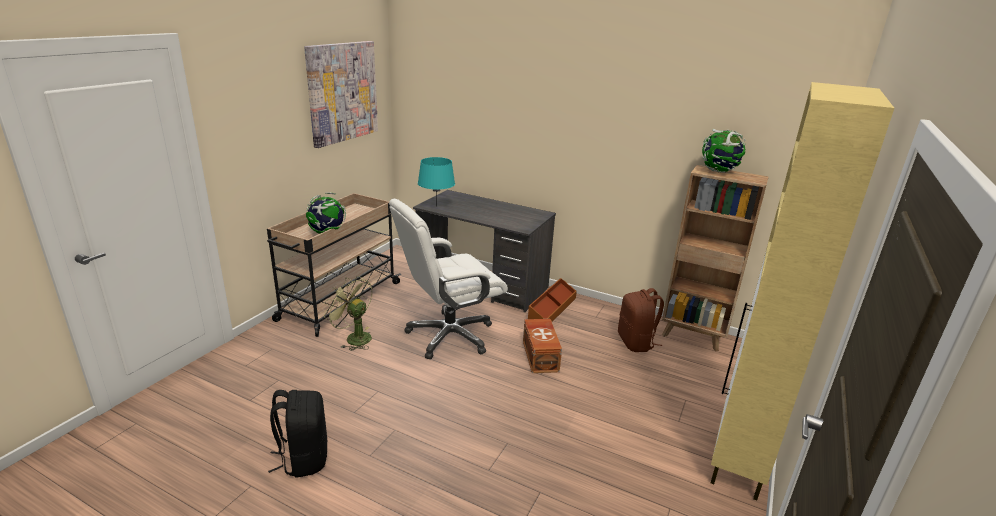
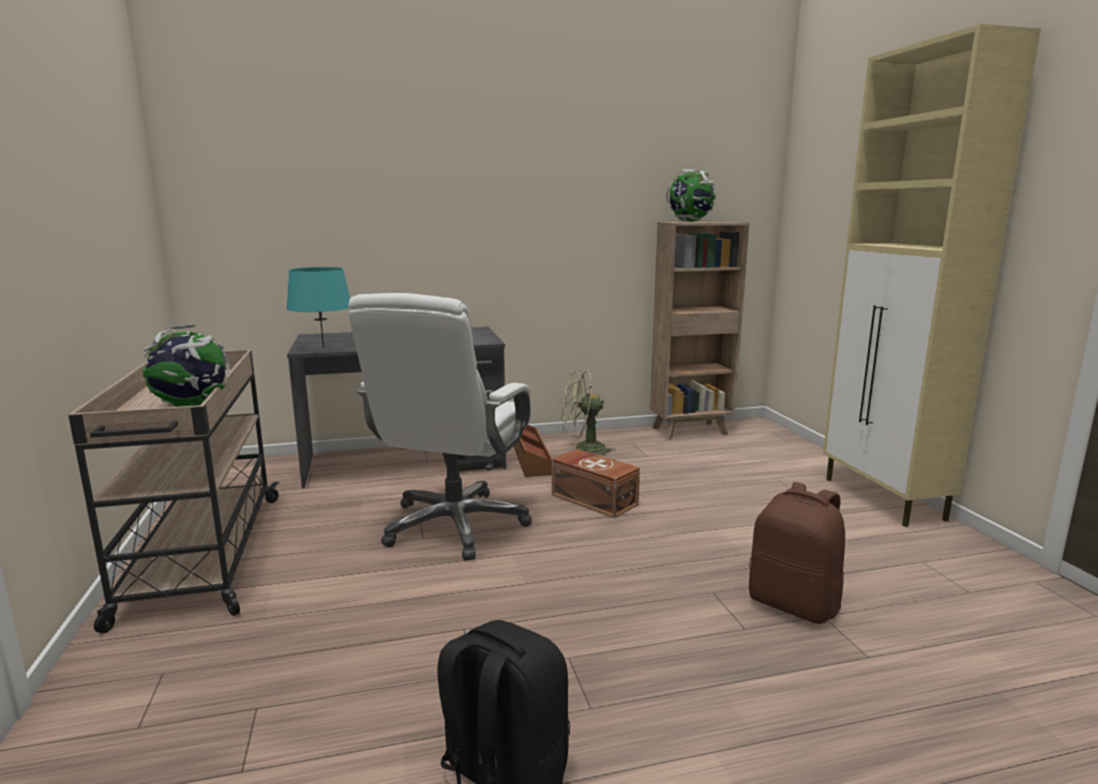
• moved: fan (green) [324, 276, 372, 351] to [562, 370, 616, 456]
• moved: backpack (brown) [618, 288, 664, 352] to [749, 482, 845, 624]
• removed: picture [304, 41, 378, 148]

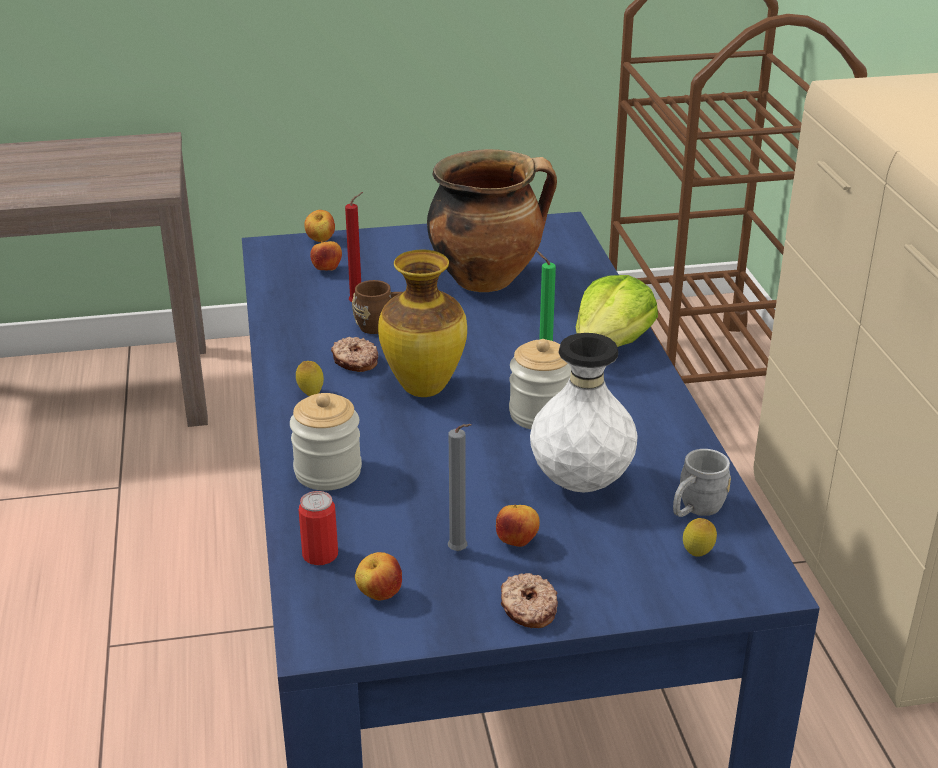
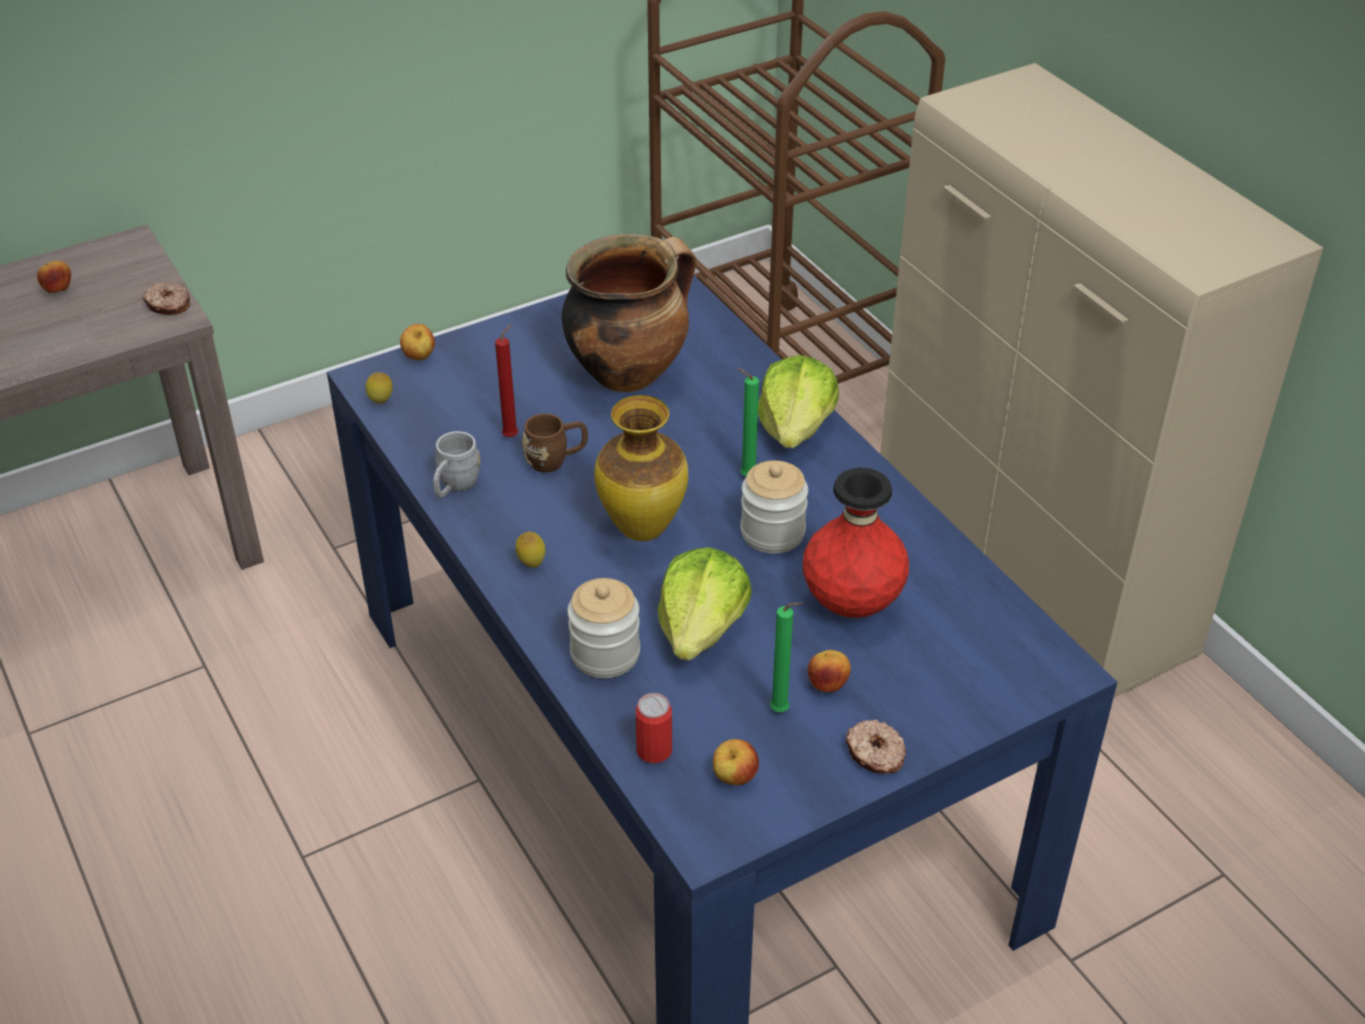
• moved: apple [310, 241, 342, 271] to [37, 261, 71, 293]
• moved: donut [331, 337, 378, 372] to [143, 282, 190, 315]
• moved: lemon [683, 518, 717, 557] to [365, 372, 393, 404]
• moved: mug (grey) [673, 449, 731, 517] to [433, 431, 480, 497]
• added: lettuce [658, 547, 752, 660]
• recoloured: candle (grey) [448, 424, 471, 551] to candle (green) [770, 602, 803, 712]
• recoloured: vase (white) [530, 333, 638, 492] to vase (red) [803, 468, 909, 618]

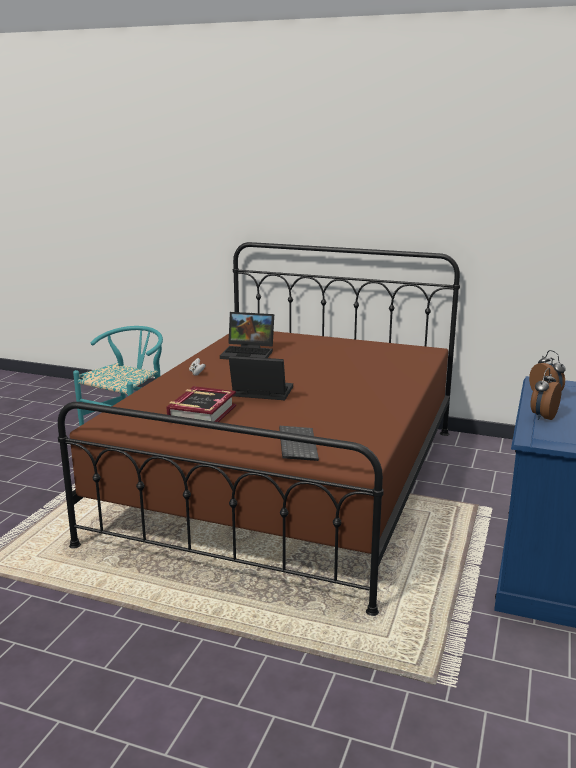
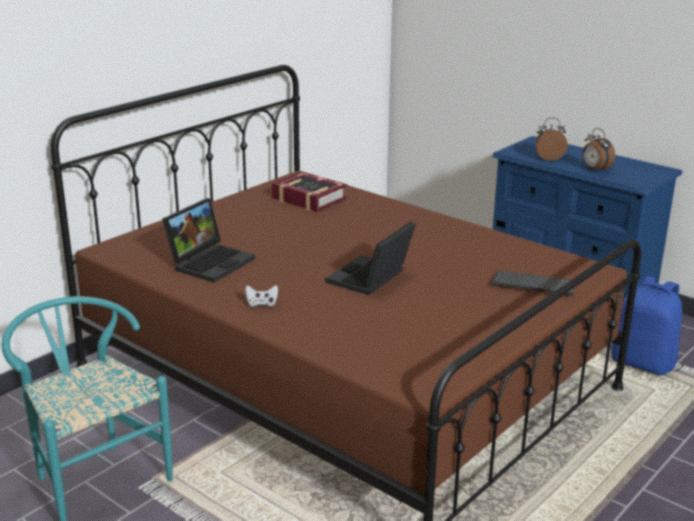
• moved: book [167, 386, 236, 422] to [272, 172, 347, 212]
• added: backpack (blue) [611, 276, 682, 375]

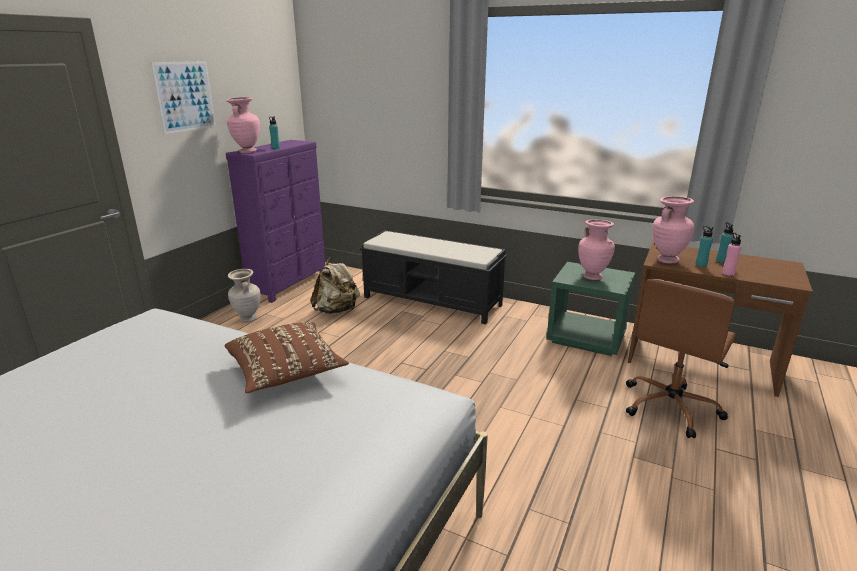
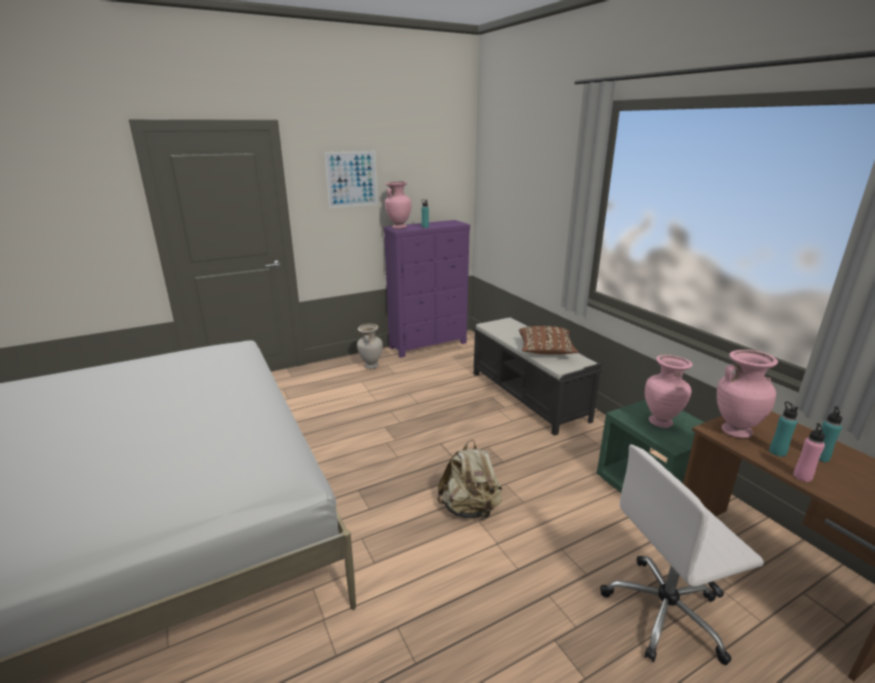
• moved: backpack (beige) [311, 257, 360, 314] to [437, 440, 502, 519]
• moved: pillow (brown) [224, 322, 349, 393] to [519, 326, 579, 355]
• recoloured: office chair (brown) [626, 279, 736, 438] to office chair (white) [600, 444, 764, 665]

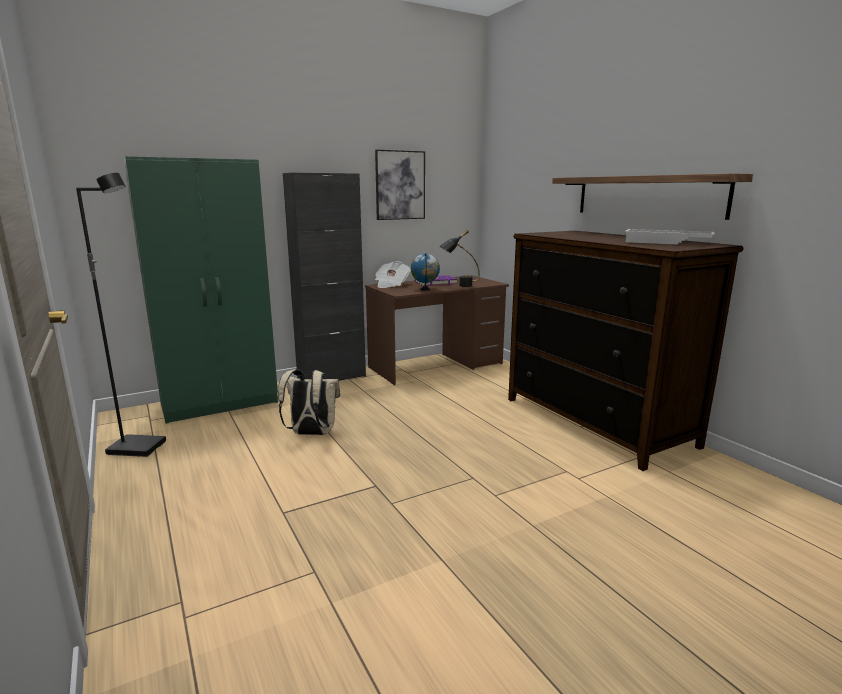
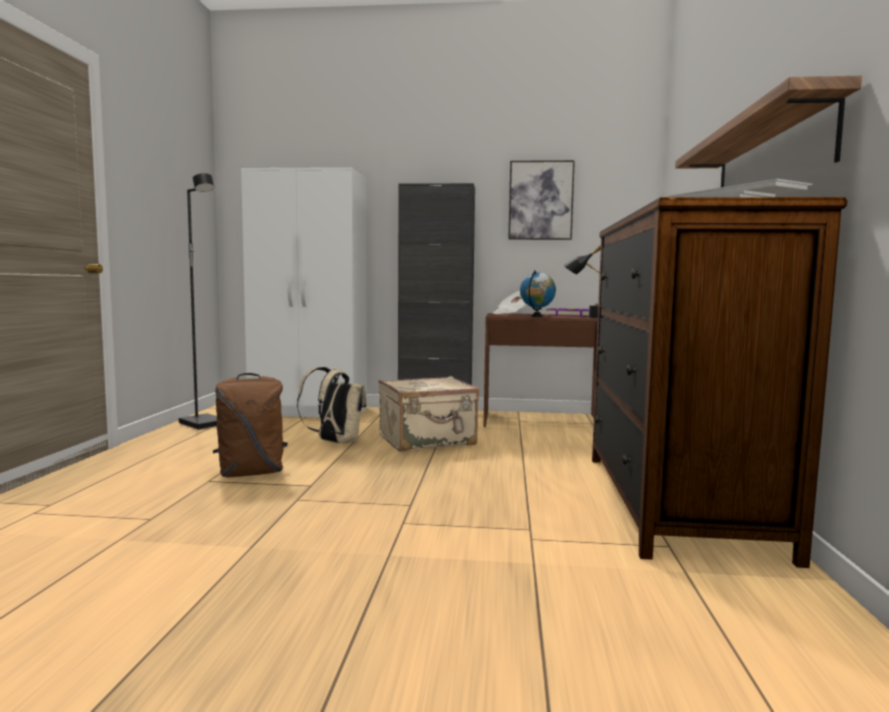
• added: backpack (brown) [213, 373, 288, 477]
• recoloured: wardrobe (green) [124, 156, 278, 424] to wardrobe (white) [241, 167, 367, 418]
• added: suitcase (beige) [378, 376, 479, 452]

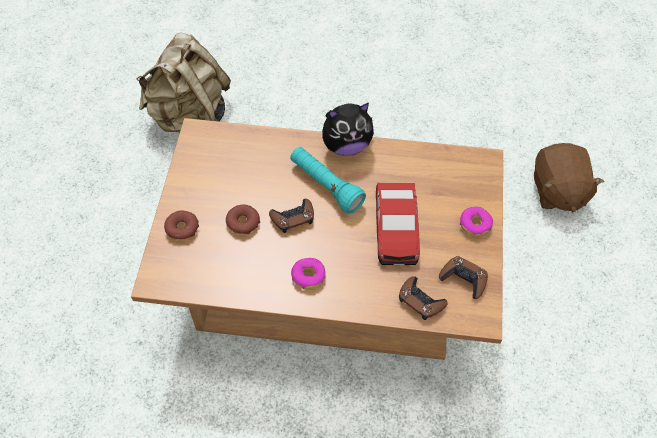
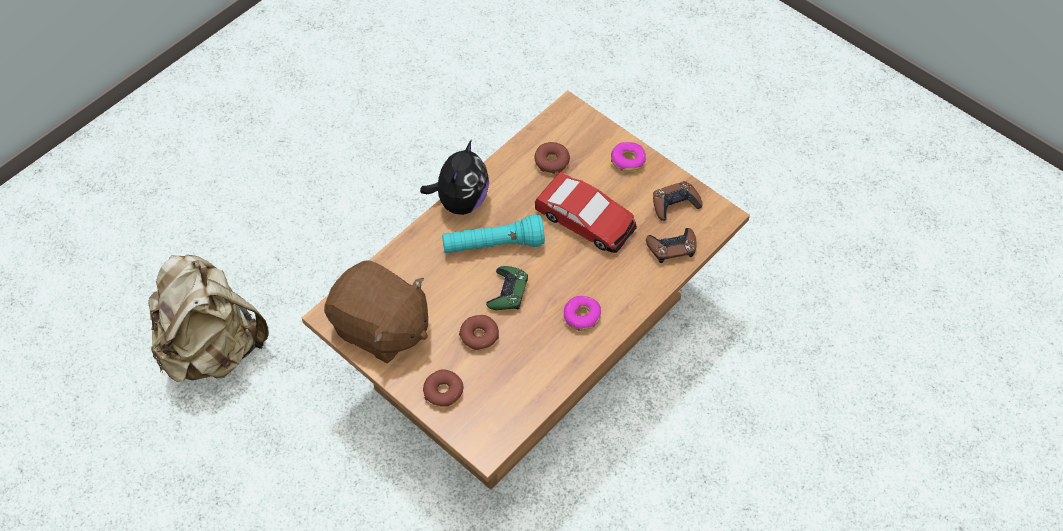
• moved: plush toy (brown) [534, 143, 604, 212] to [324, 261, 428, 363]
• recoloured: game controller (brown) [269, 199, 314, 233] to game controller (green) [486, 266, 528, 310]
• added: donut [535, 142, 570, 174]

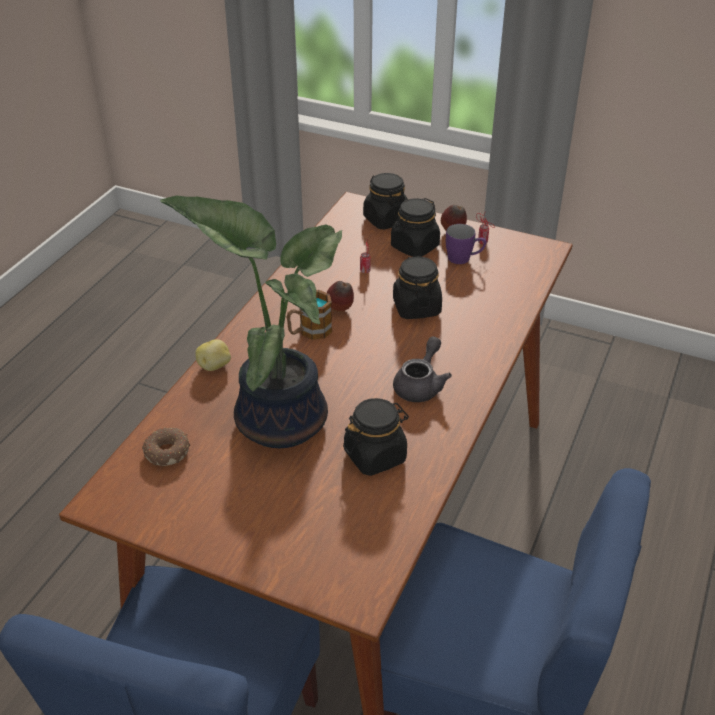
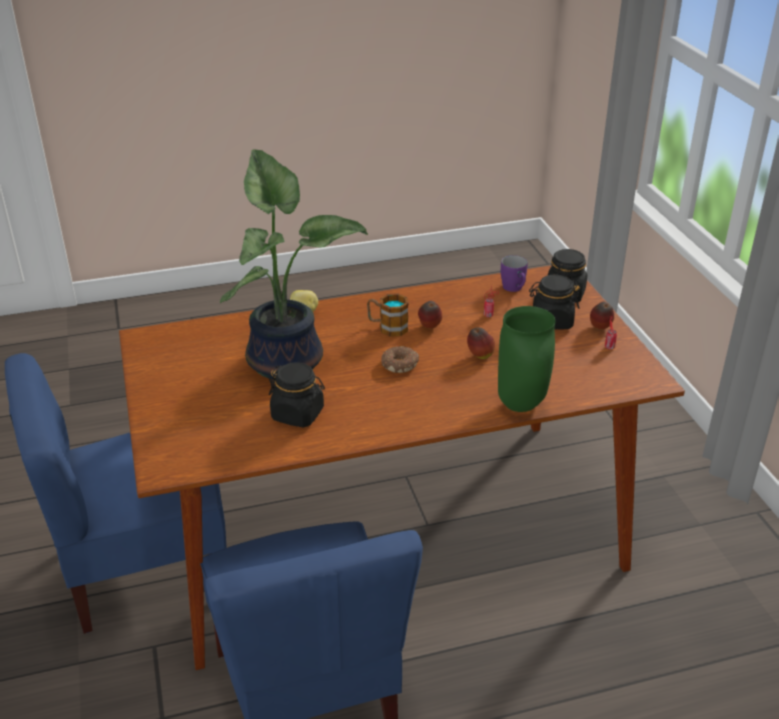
• moved: donut [142, 427, 190, 466] to [381, 346, 419, 373]
• replaced: jar (black) [393, 256, 442, 319] to apple [467, 327, 495, 359]
• added: vase (green) [498, 306, 555, 412]
• moved: mug (purple) [446, 224, 486, 264] to [501, 255, 528, 292]
• removed: teapot (grey) [393, 336, 452, 402]

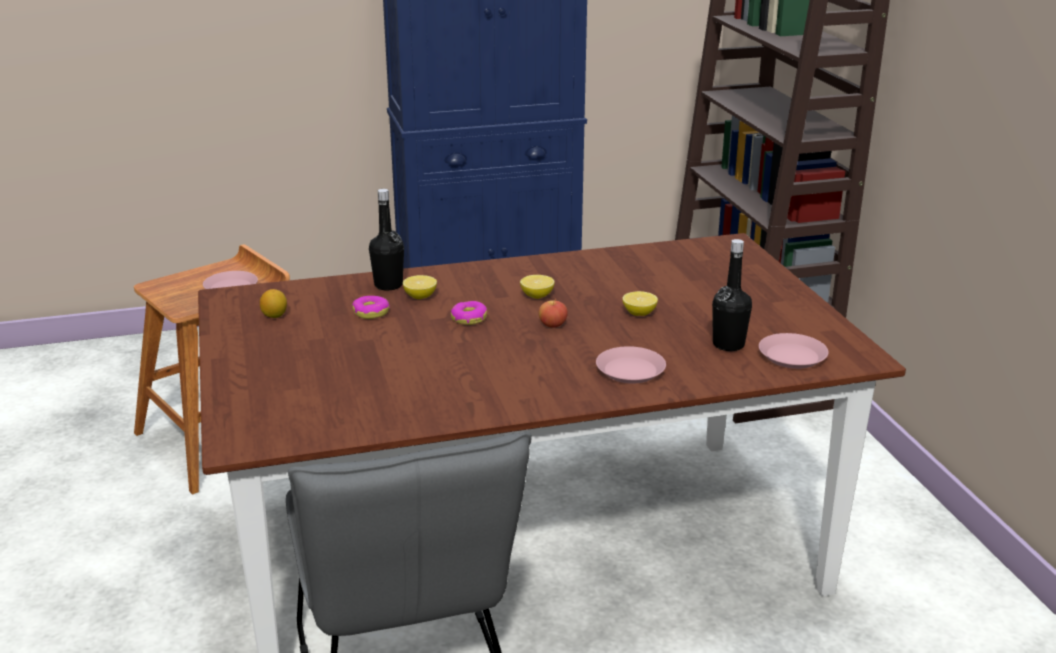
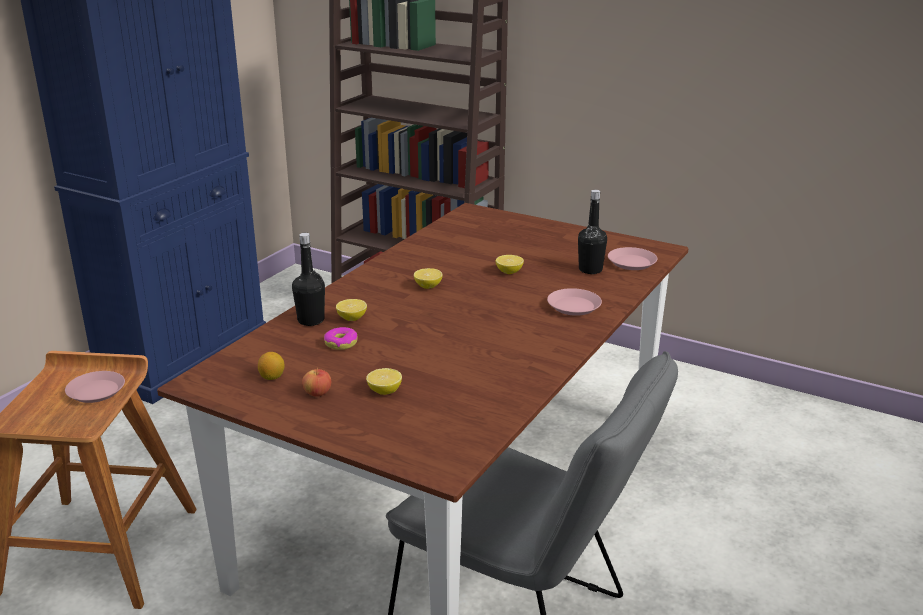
• moved: apple [539, 299, 568, 328] to [302, 368, 331, 397]
• added: lemon [366, 368, 402, 395]
• removed: donut [451, 301, 487, 325]

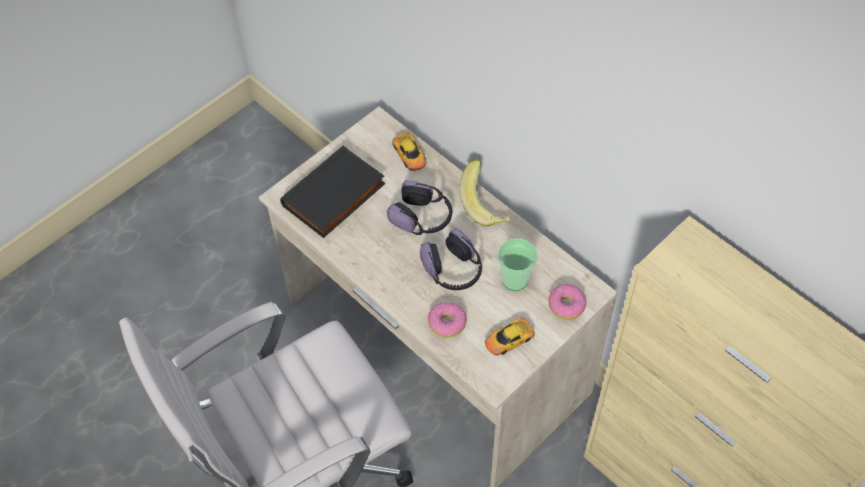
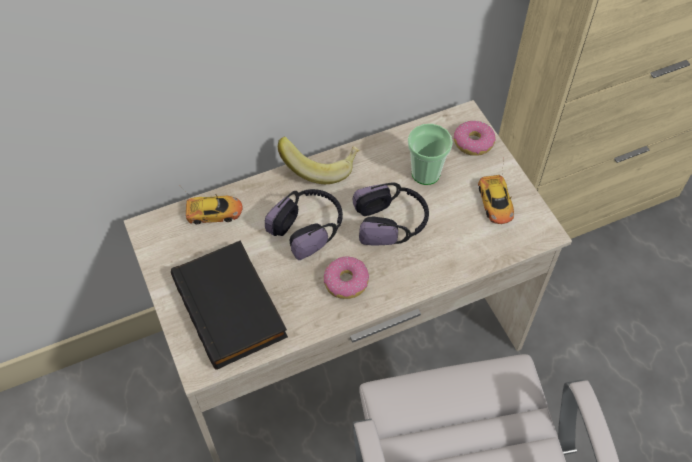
• moved: donut [427, 302, 467, 338] to [324, 257, 369, 299]

